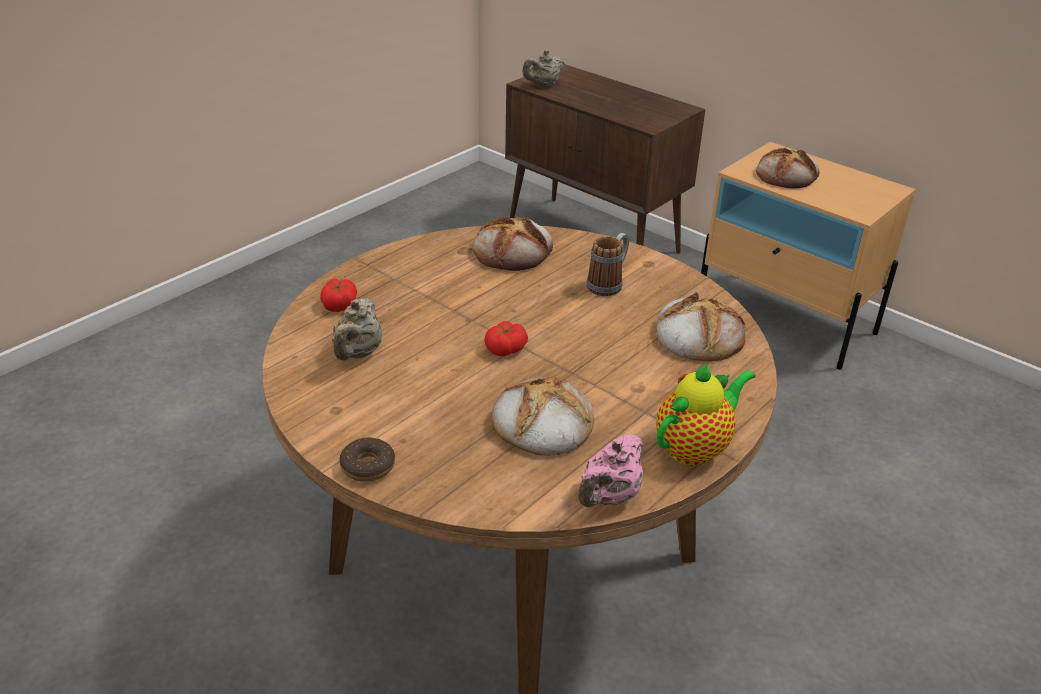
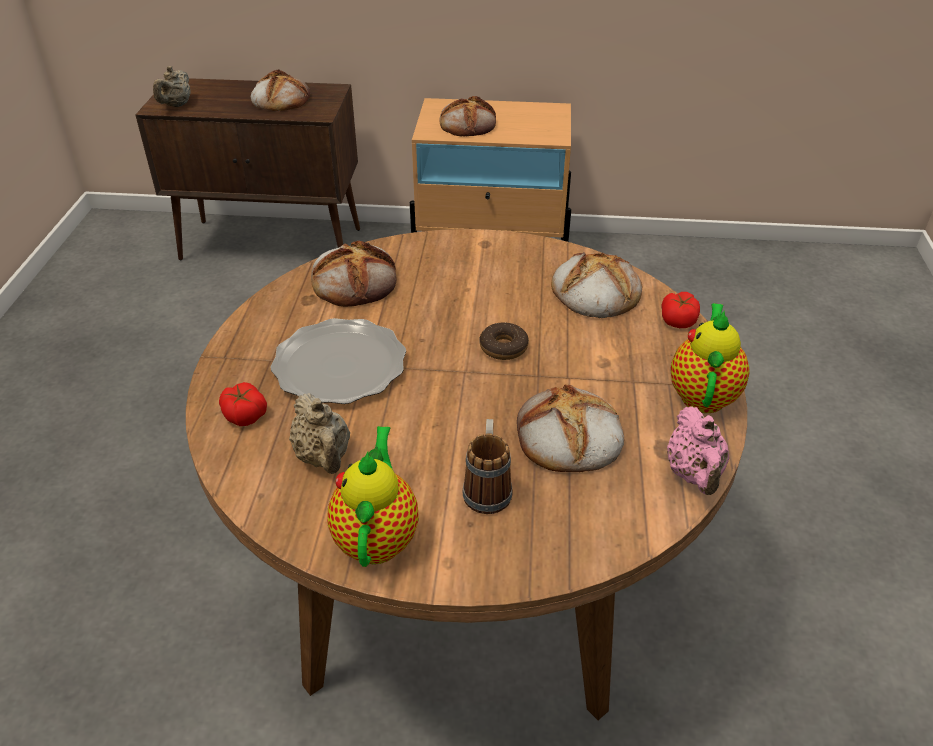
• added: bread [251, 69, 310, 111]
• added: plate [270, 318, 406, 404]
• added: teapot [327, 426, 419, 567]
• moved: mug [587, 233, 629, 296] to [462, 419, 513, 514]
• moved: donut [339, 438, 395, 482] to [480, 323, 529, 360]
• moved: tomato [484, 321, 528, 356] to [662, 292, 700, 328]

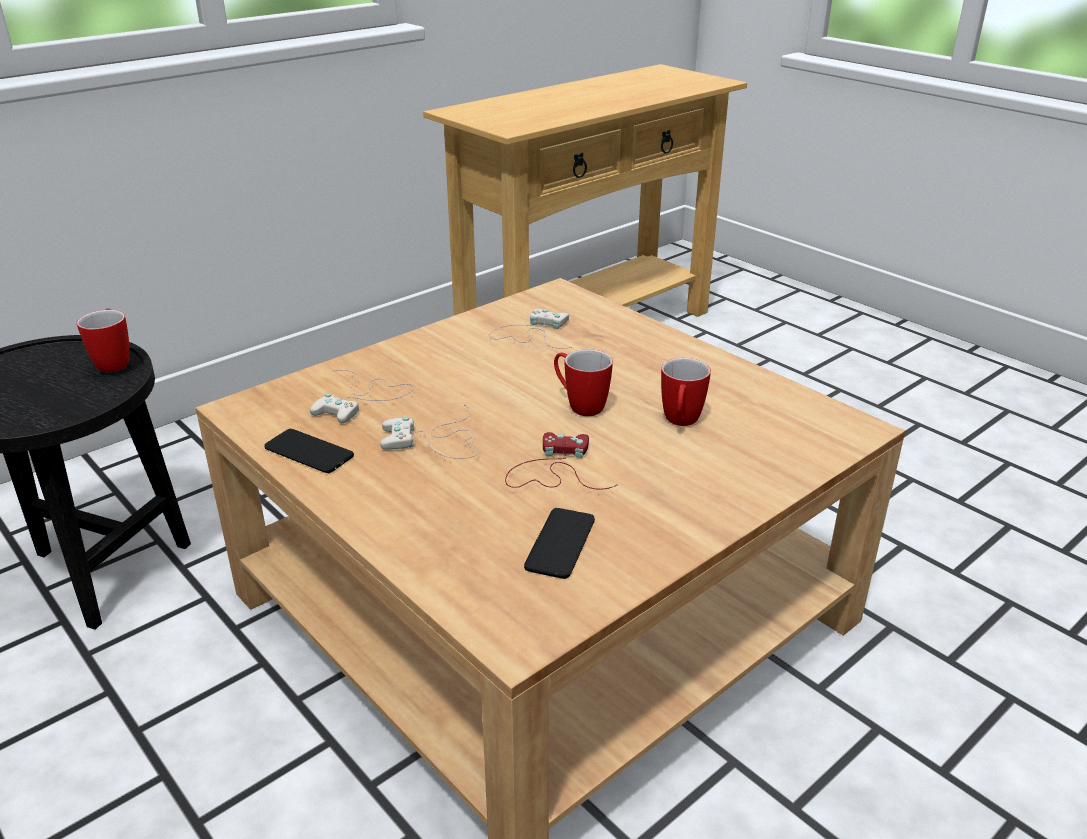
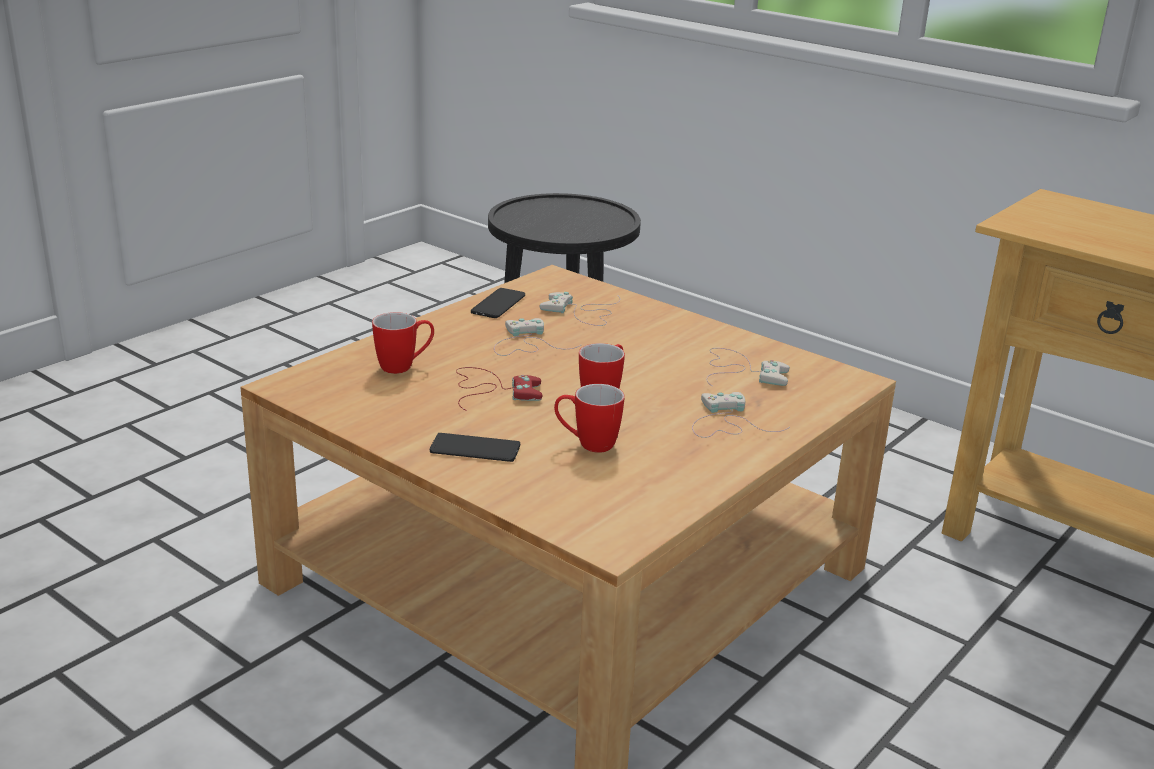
• moved: mug [77, 308, 130, 372] to [372, 312, 434, 374]
• moved: phone [524, 508, 595, 579] to [430, 433, 520, 462]
• added: game controller (white) [692, 392, 790, 438]

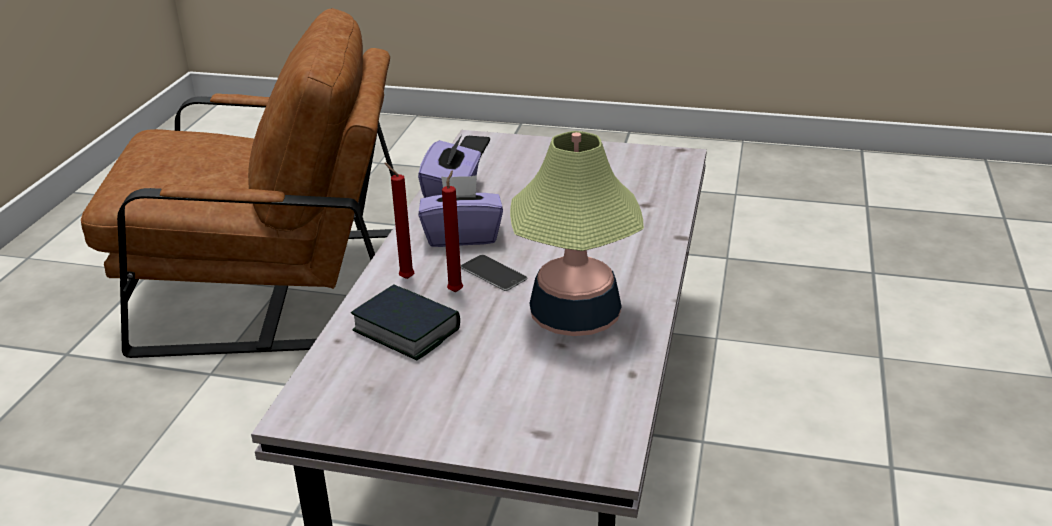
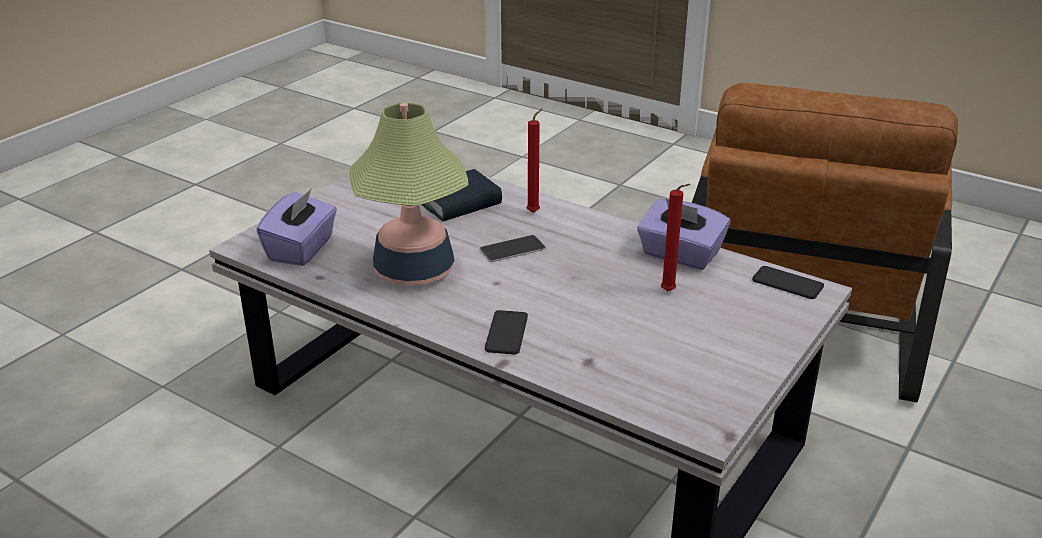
• moved: tissue box (purple) [419, 175, 503, 247] to [257, 189, 337, 266]
• added: phone [485, 310, 528, 354]
• moved: candle (red) [442, 170, 463, 292] to [661, 184, 690, 291]

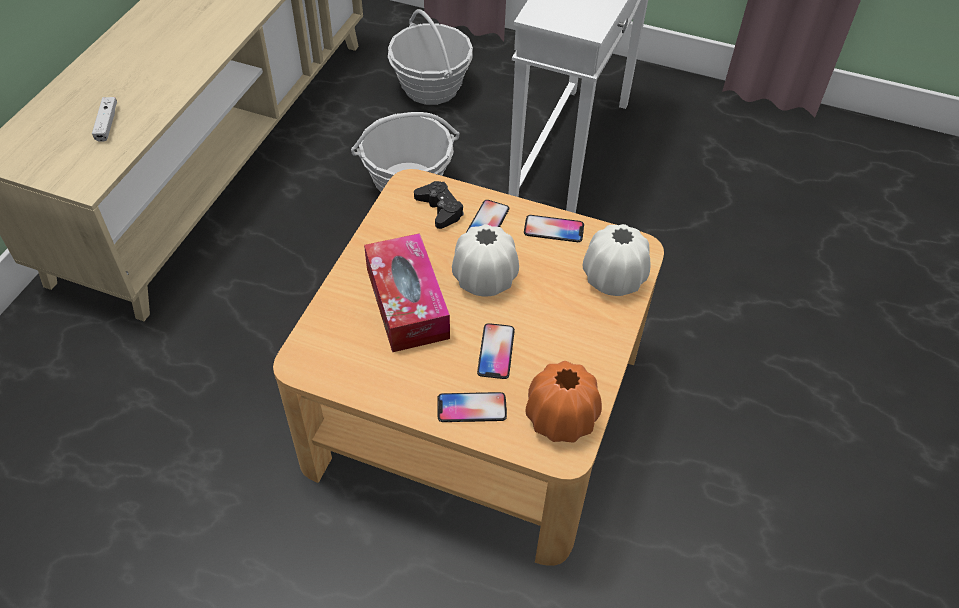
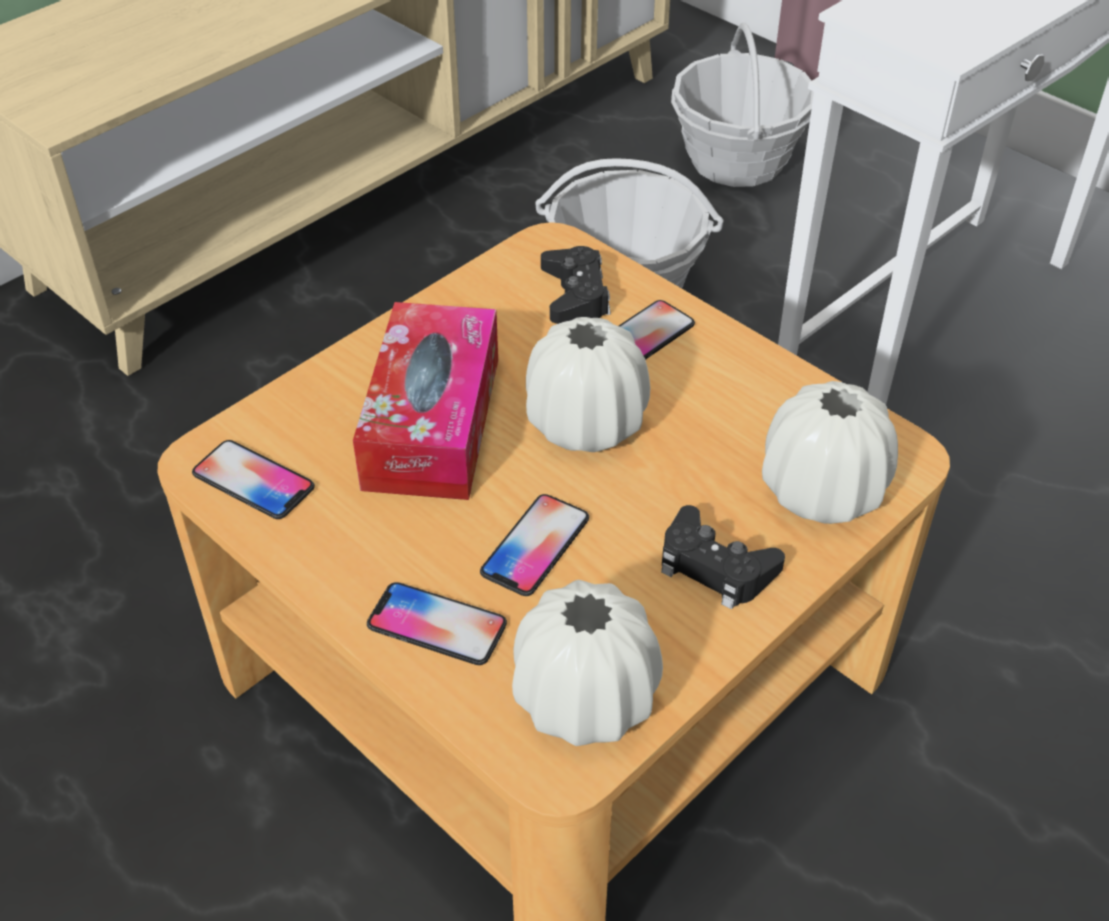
• moved: phone [524, 215, 584, 242] to [192, 440, 315, 519]
• recoloured: vase (orange) [525, 361, 602, 443] to vase (white) [512, 580, 663, 746]
• added: game controller (black) [661, 505, 785, 610]
• removed: game controller (white) [92, 97, 117, 142]

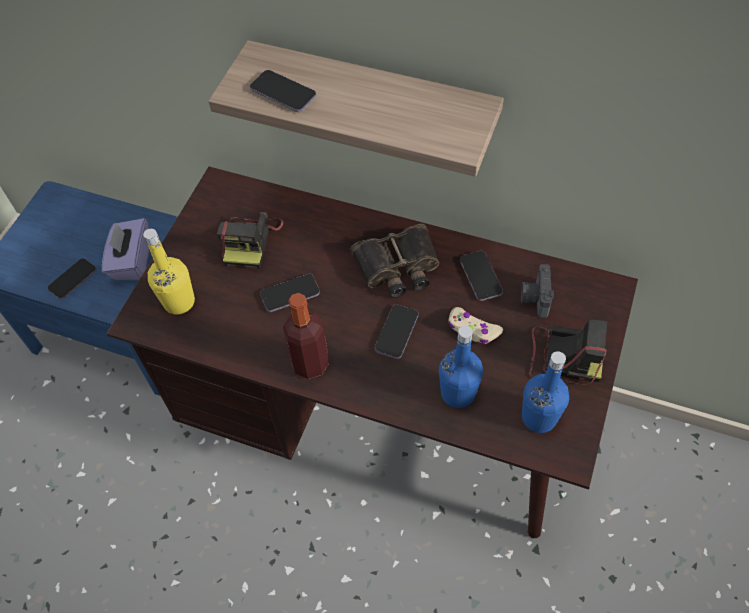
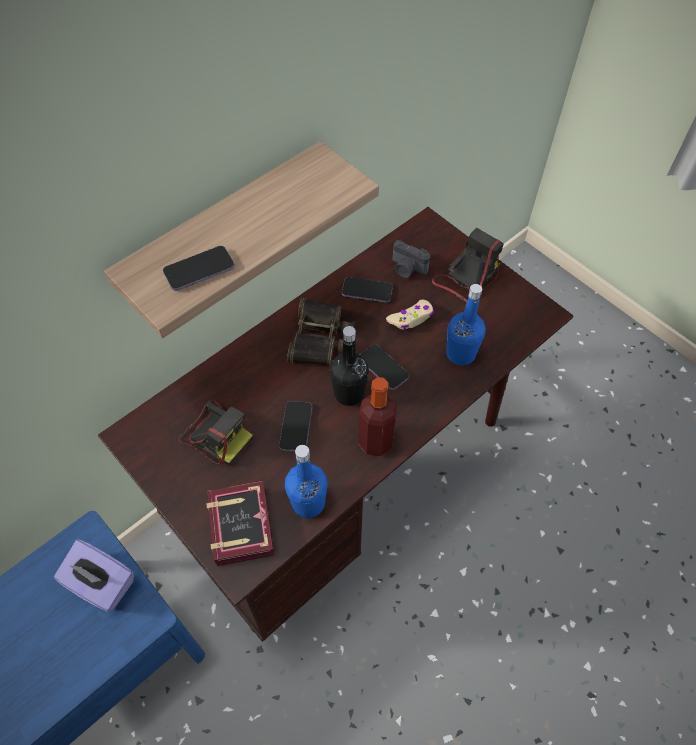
• replaced: bottle (yellow) [143, 229, 195, 315] to book [206, 481, 274, 566]
• moved: bottle (blue) [522, 351, 569, 433] to [285, 445, 328, 518]
• added: bottle (black) [330, 326, 369, 406]
• removed: phone [47, 258, 97, 300]

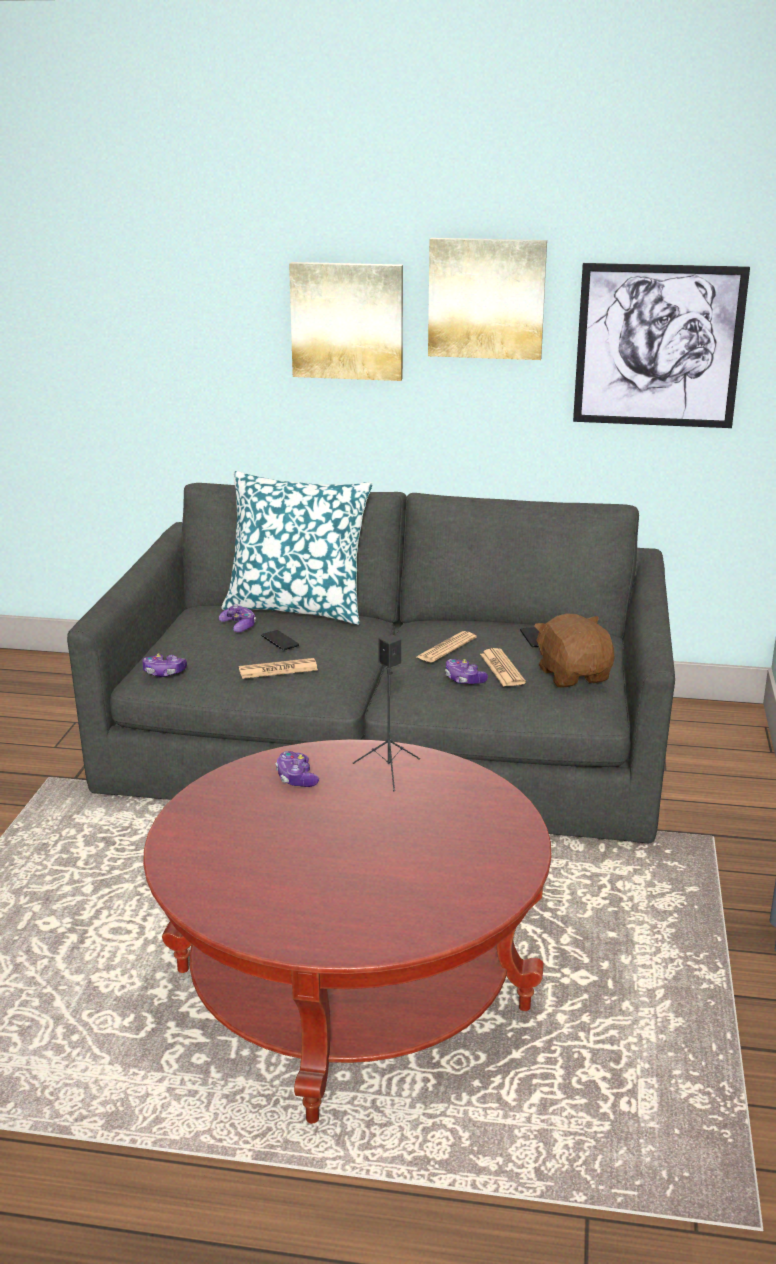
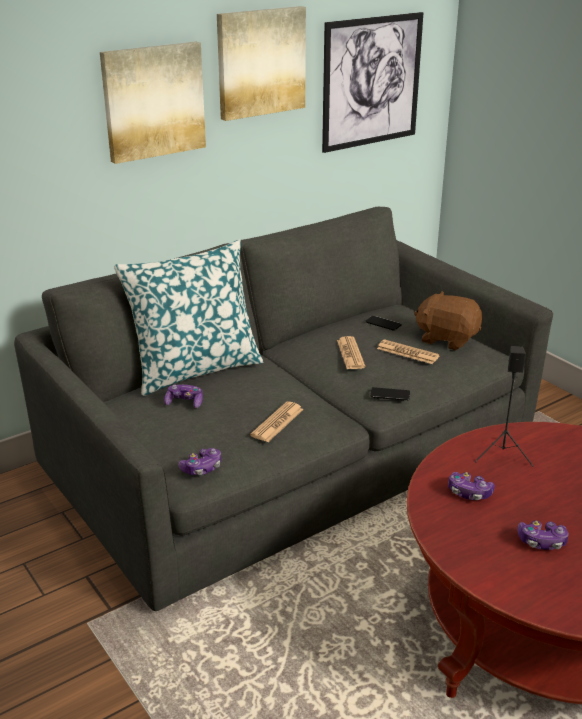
• moved: phone [261, 630, 299, 650] to [370, 387, 410, 401]
• moved: game controller [445, 659, 488, 684] to [517, 520, 569, 550]

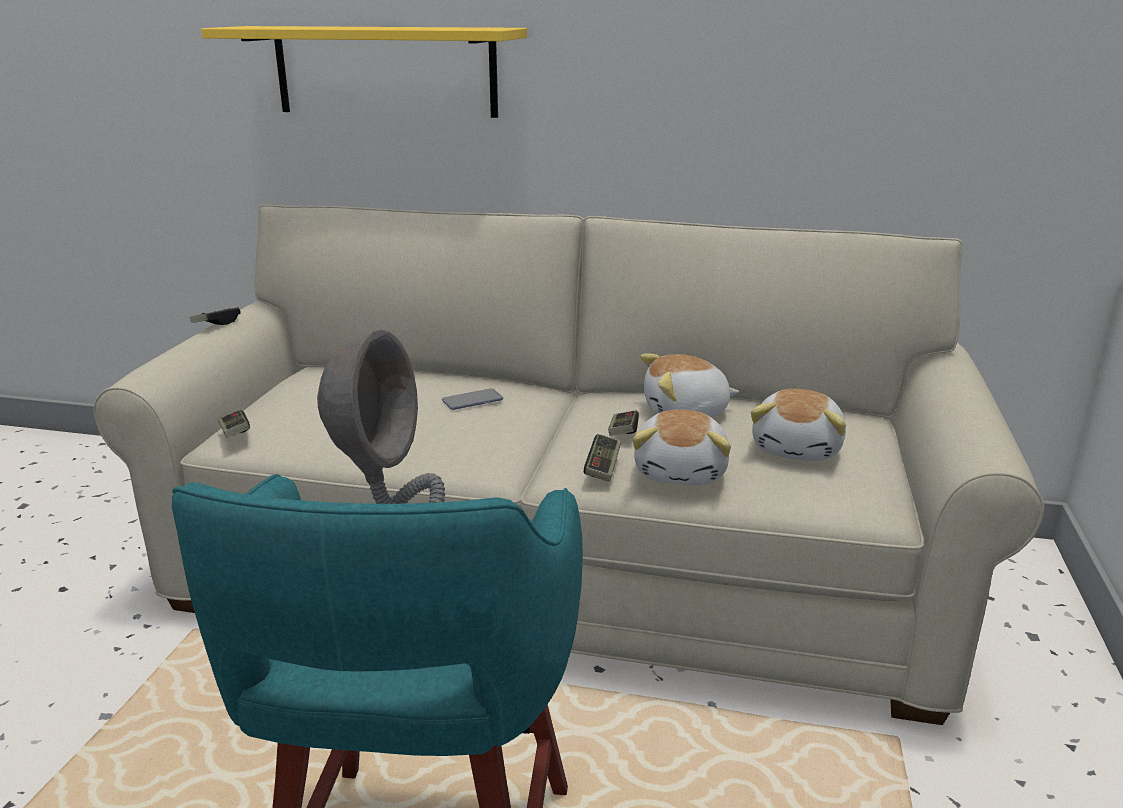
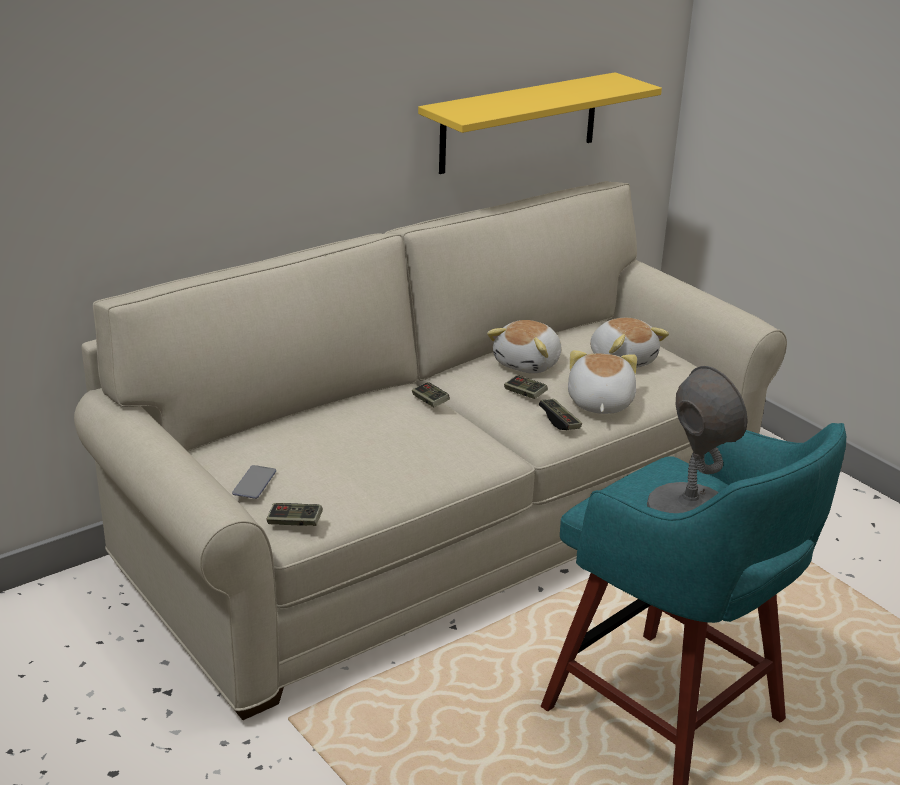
• moved: phone [442, 388, 503, 410] to [232, 465, 276, 499]
• moved: game controller [190, 307, 241, 325] to [412, 382, 450, 407]
• moved: shelf (yellow) [201, 26, 527, 118] to [418, 72, 662, 174]
• turned: plush toy [632, 410, 731, 485] = [568, 350, 637, 414] 135 degrees counterclockwise

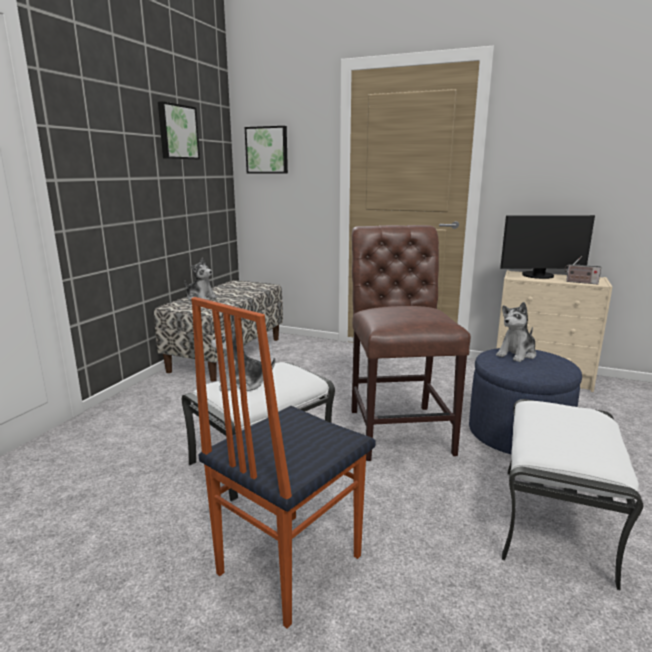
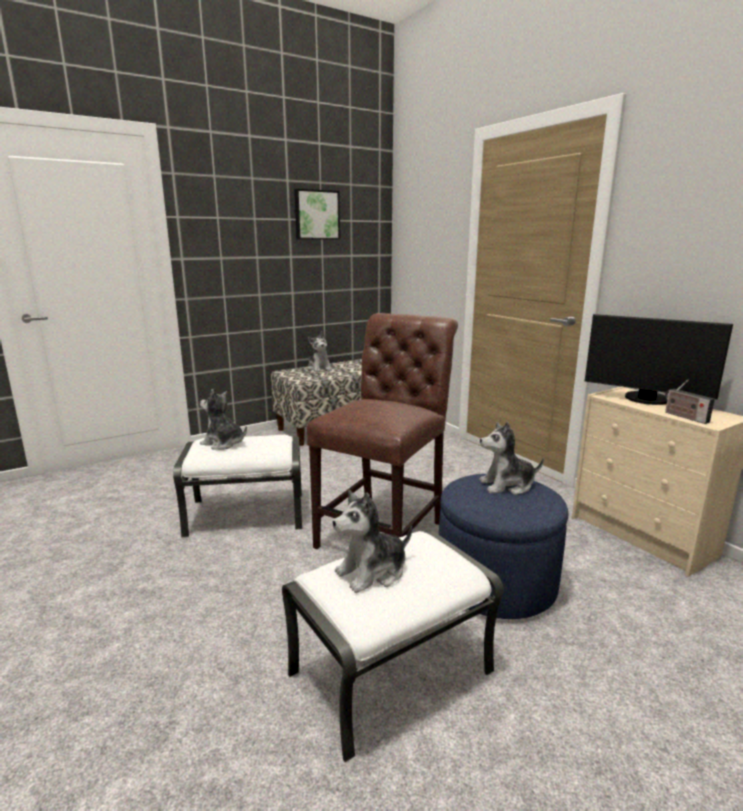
• added: plush toy [333, 490, 412, 593]
• removed: chair [191, 297, 376, 629]
• removed: picture [245, 126, 288, 173]

